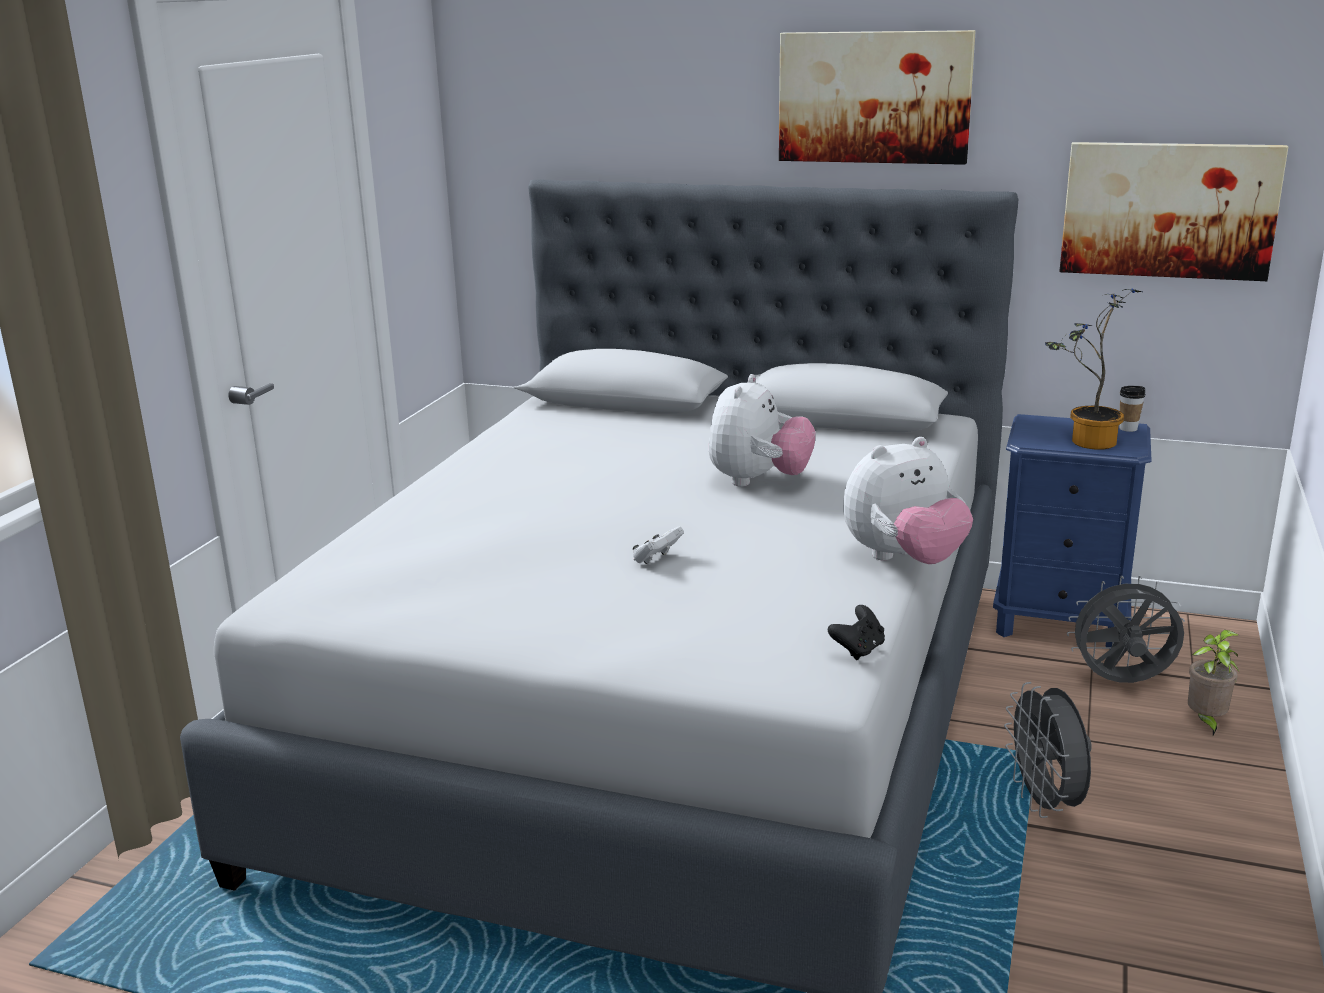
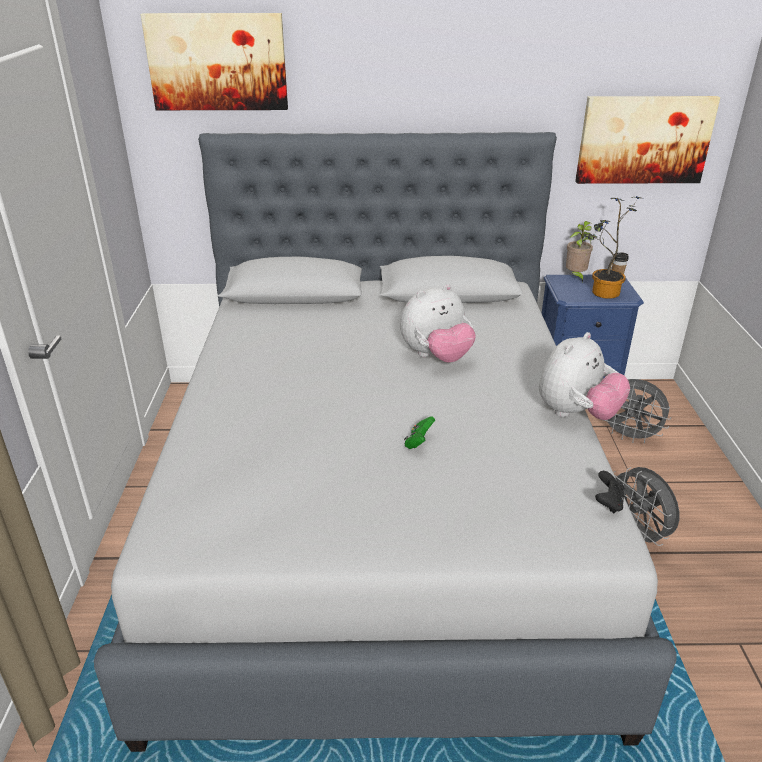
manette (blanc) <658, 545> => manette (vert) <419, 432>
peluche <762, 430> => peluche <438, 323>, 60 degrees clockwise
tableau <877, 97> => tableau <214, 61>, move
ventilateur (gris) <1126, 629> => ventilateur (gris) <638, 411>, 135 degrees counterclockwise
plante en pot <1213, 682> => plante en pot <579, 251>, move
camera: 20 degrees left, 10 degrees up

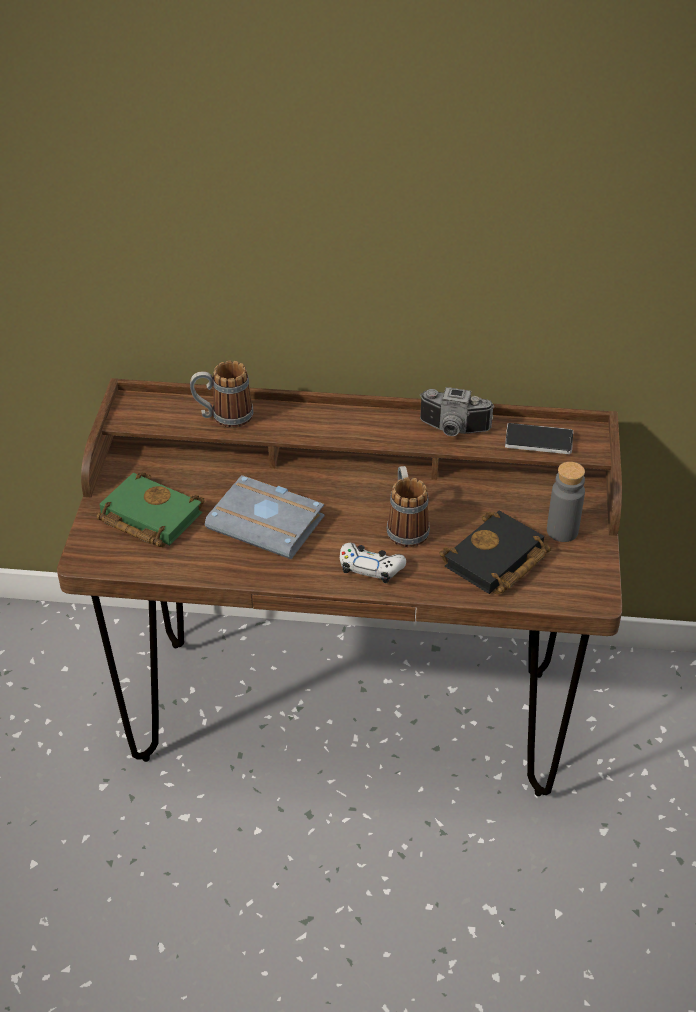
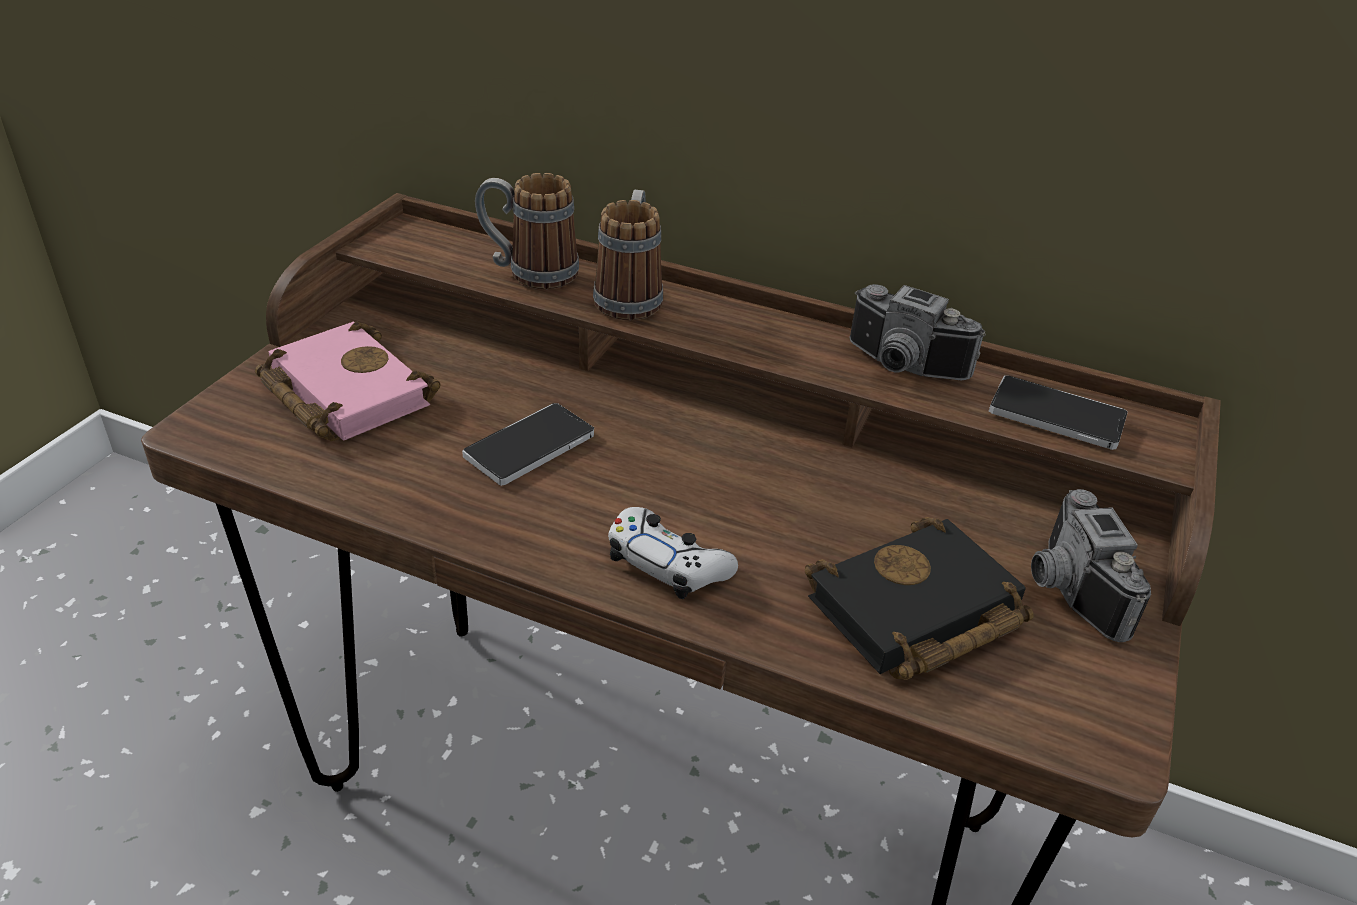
livre (vert) <151, 509> => livre (rose) <348, 381>
livre (gris) <264, 517> => téléphone <528, 444>
mug <408, 506> => mug <628, 255>, move
bouteille (gris) <566, 502> => appareil photo <1091, 565>
camera: 15 degrees right, 5 degrees down

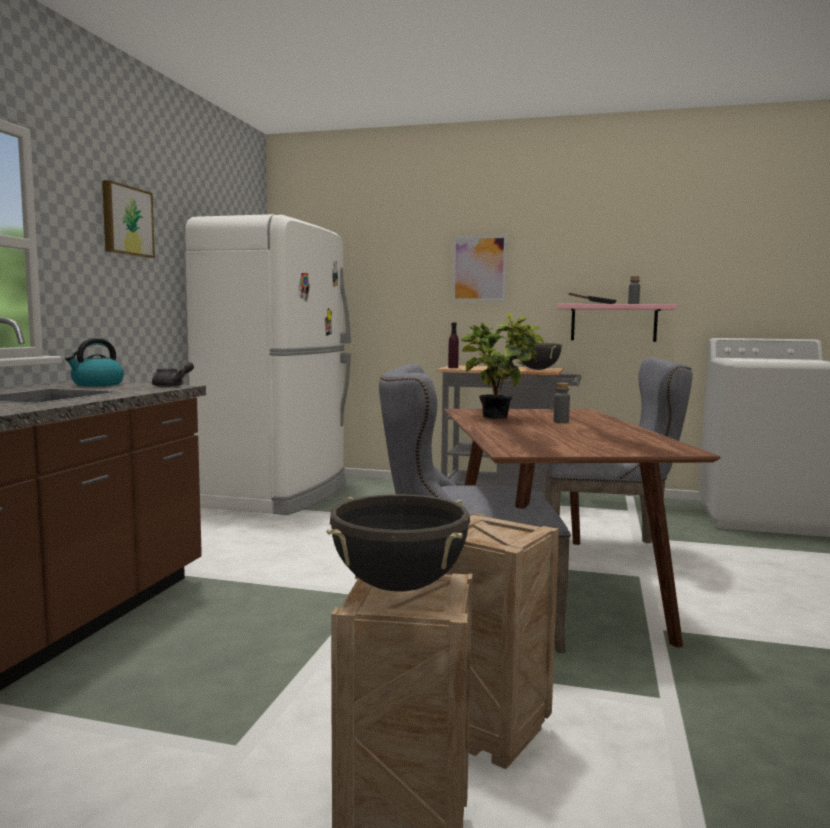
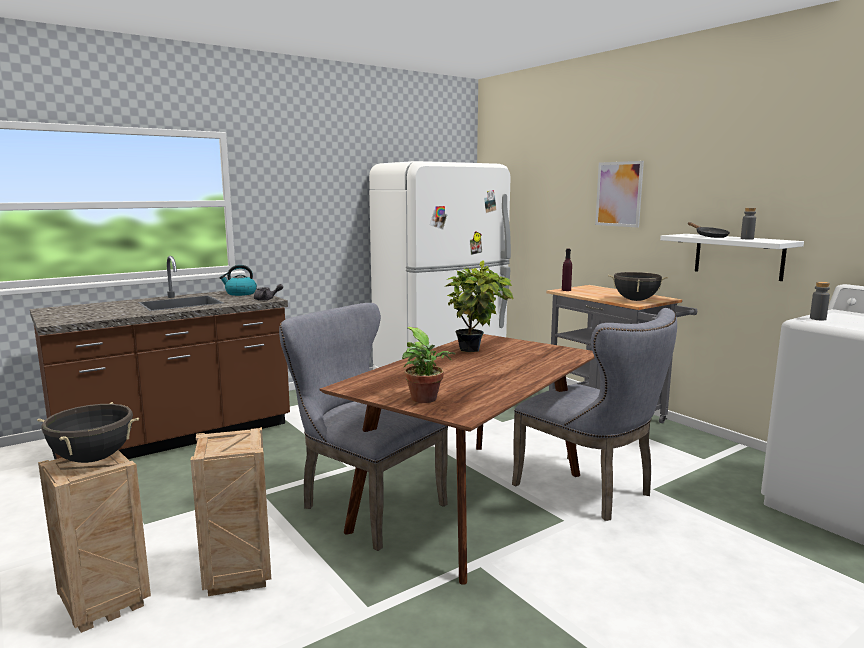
tableau <128, 219> => nothing
bouteille (gris) <562, 403> => bouteille (gris) <820, 301>, move
étagère (rose) <617, 323> => étagère (blanc) <732, 257>
nothing => plante en pot <429, 365>
camera: 40 degrees right, 5 degrees up

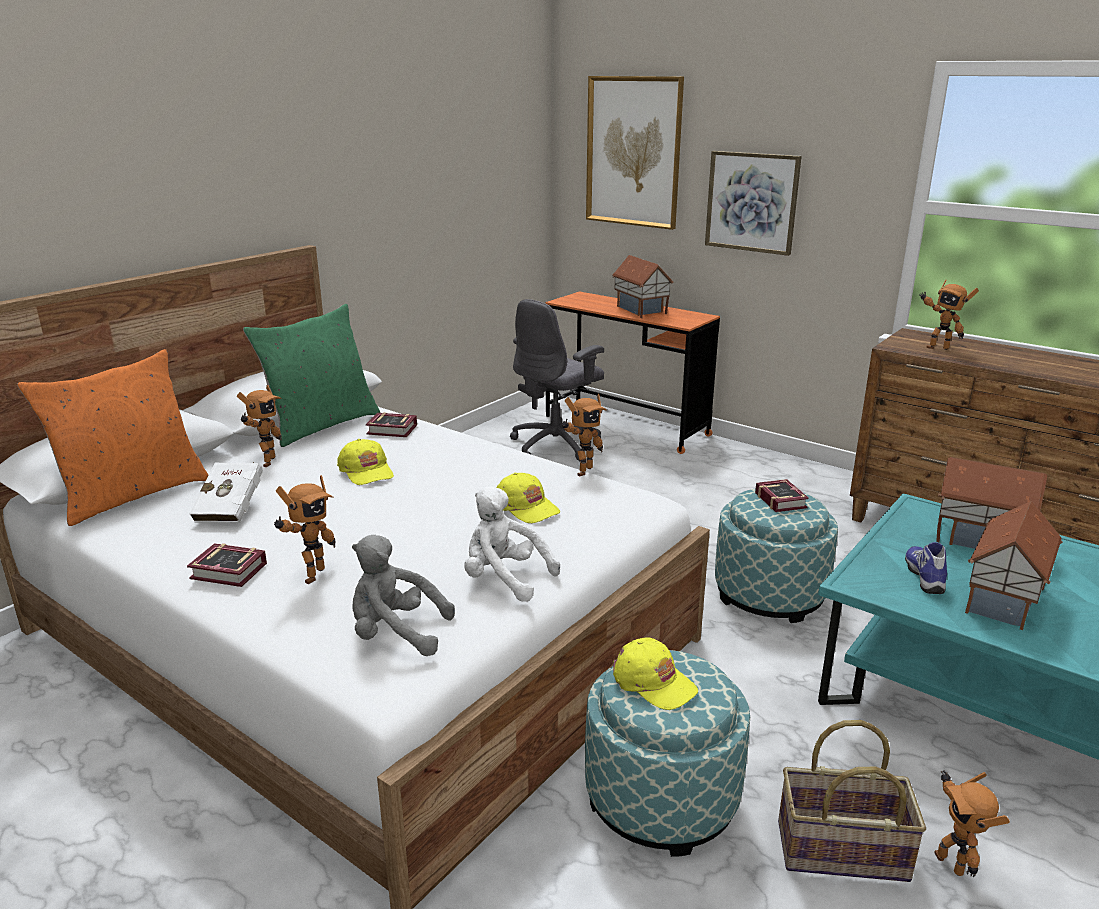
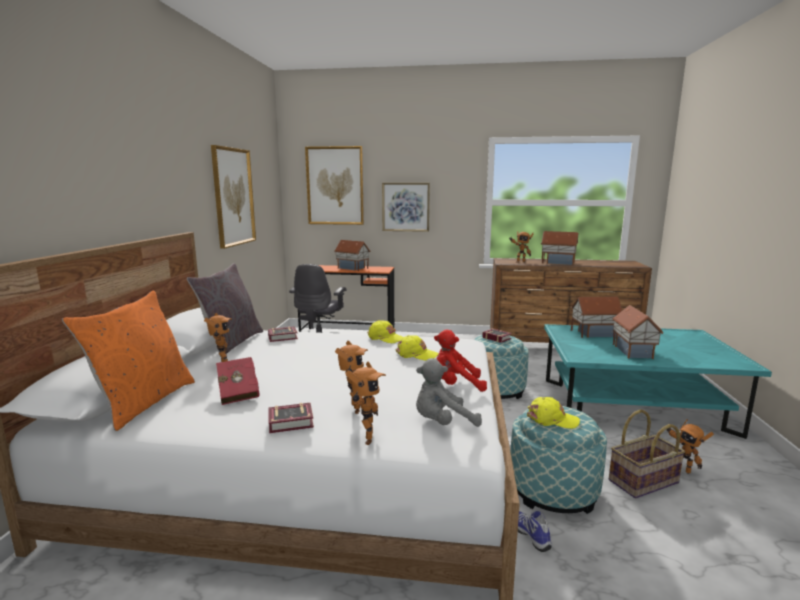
livre (blanc) <226, 492> => livre (rouge) <238, 381>
coussin (vert) <311, 375> => coussin (gris) <225, 310>
casquette (jaune) <365, 462> => casquette (jaune) <385, 331>, move
peluche (blanc) <512, 544> => peluche (rouge) <460, 361>
robot jouet <584, 435> => robot jouet <365, 403>, move
chaussure <926, 568> => chaussure <535, 531>, move
nothing => tableau <233, 197>
nothing => maison miniature <559, 248>
camera: 30 degrees left, 10 degrees down

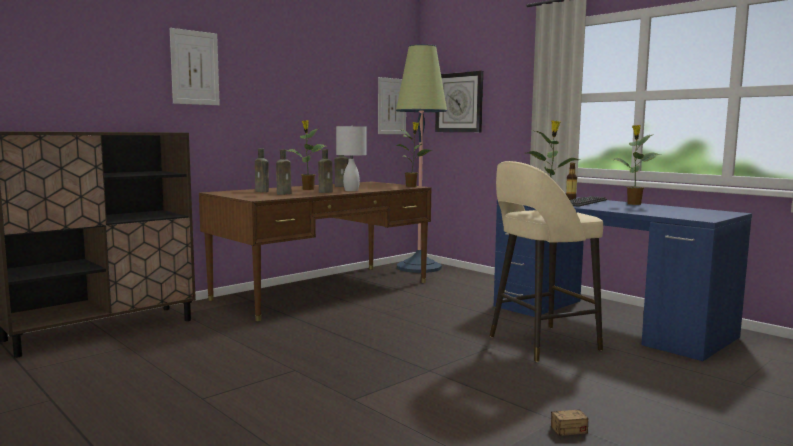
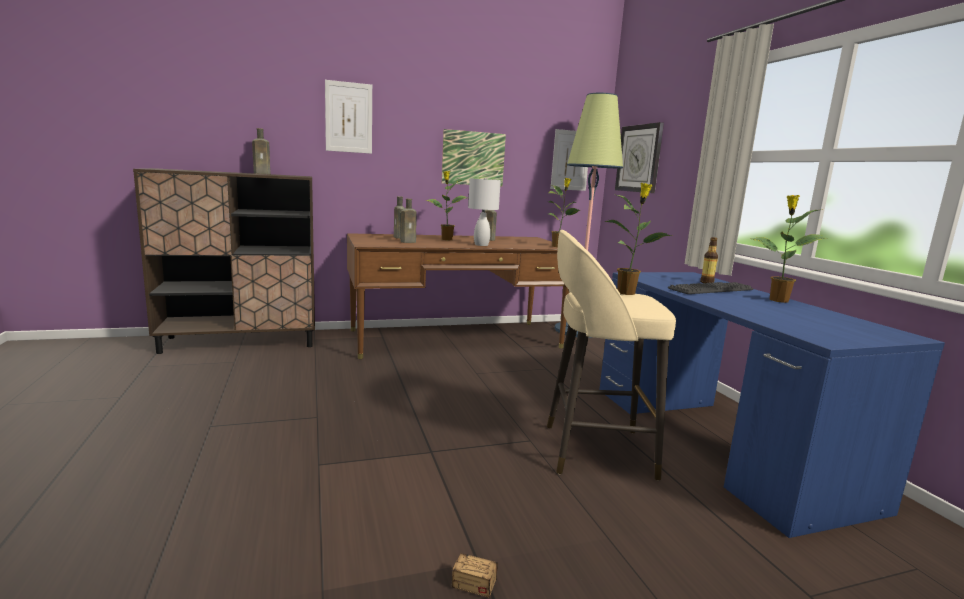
bouteille (marron) <325, 171> => bouteille (marron) <261, 151>, move
nothing => tableau <473, 157>
camera: 25 degrees right, 5 degrees up

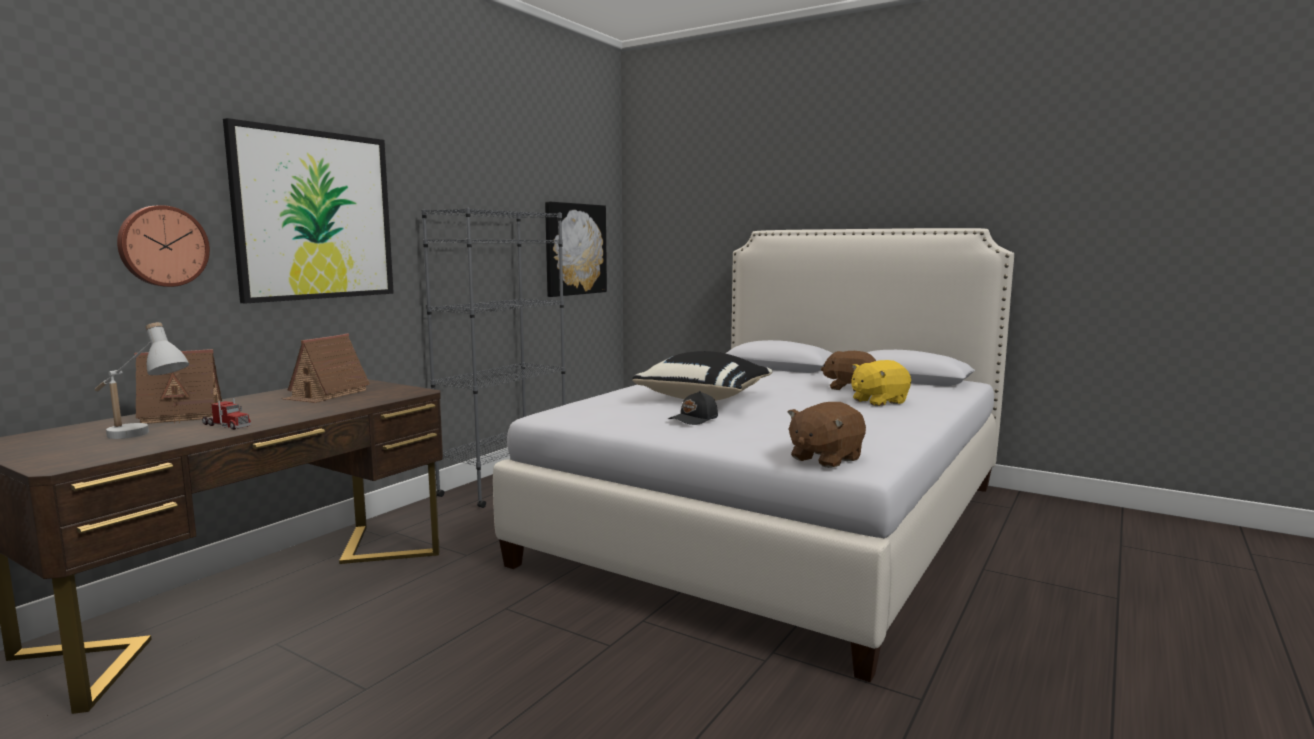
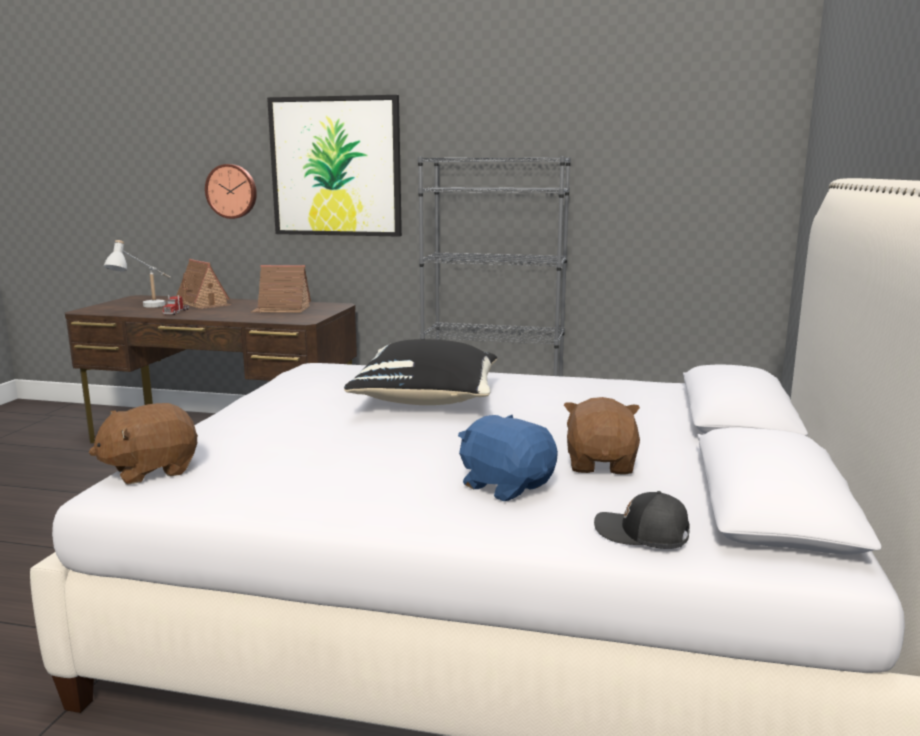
tableau <576, 249> => nothing
casquette (noir) <693, 408> => casquette (noir) <642, 520>, move
peluche (marron) <827, 435> => peluche (marron) <143, 443>, 60 degrees counterclockwise
peluche (jaune) <881, 383> => peluche (bleu) <508, 458>
camera: 70 degrees right, 5 degrees up

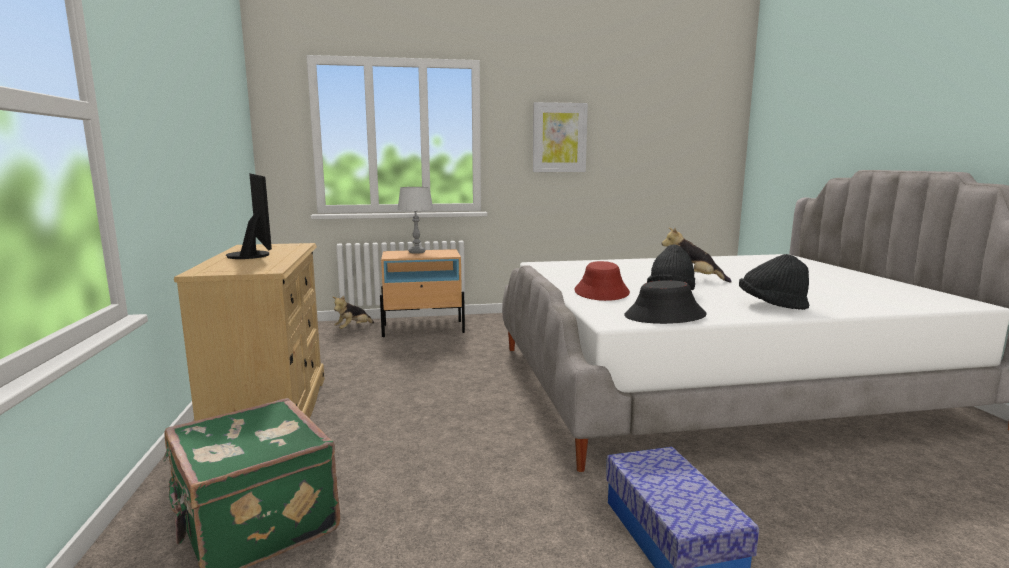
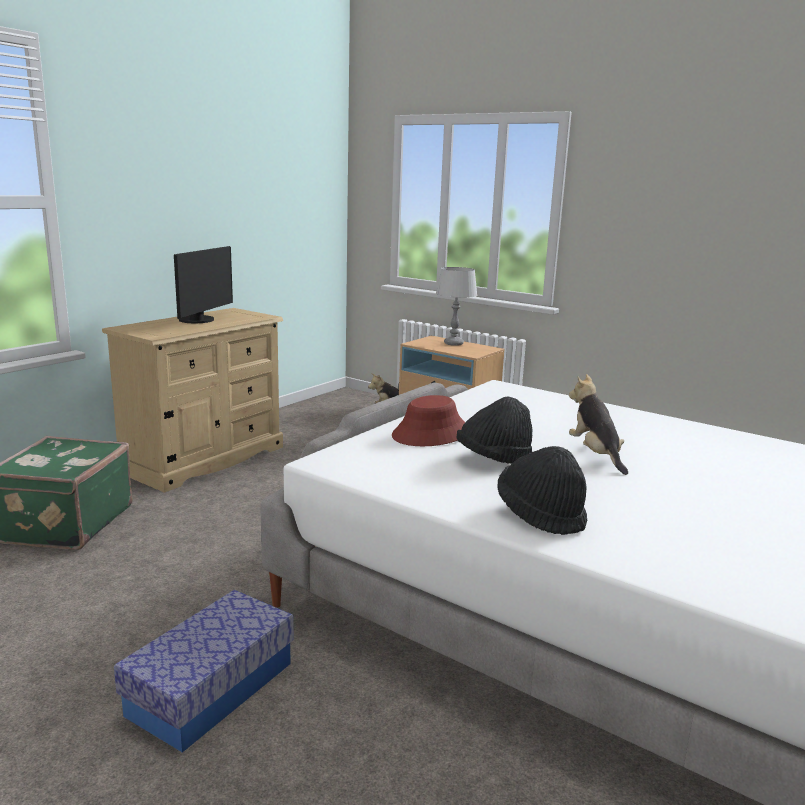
tableau <560, 137> => nothing
chapeau (noir) <665, 302> => nothing
camera: 45 degrees right, 5 degrees up

